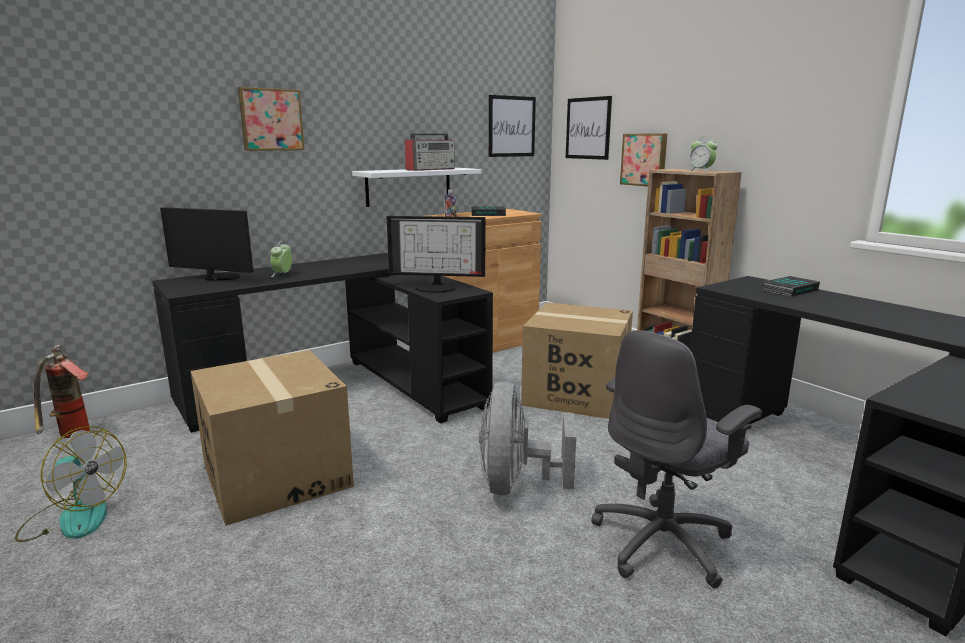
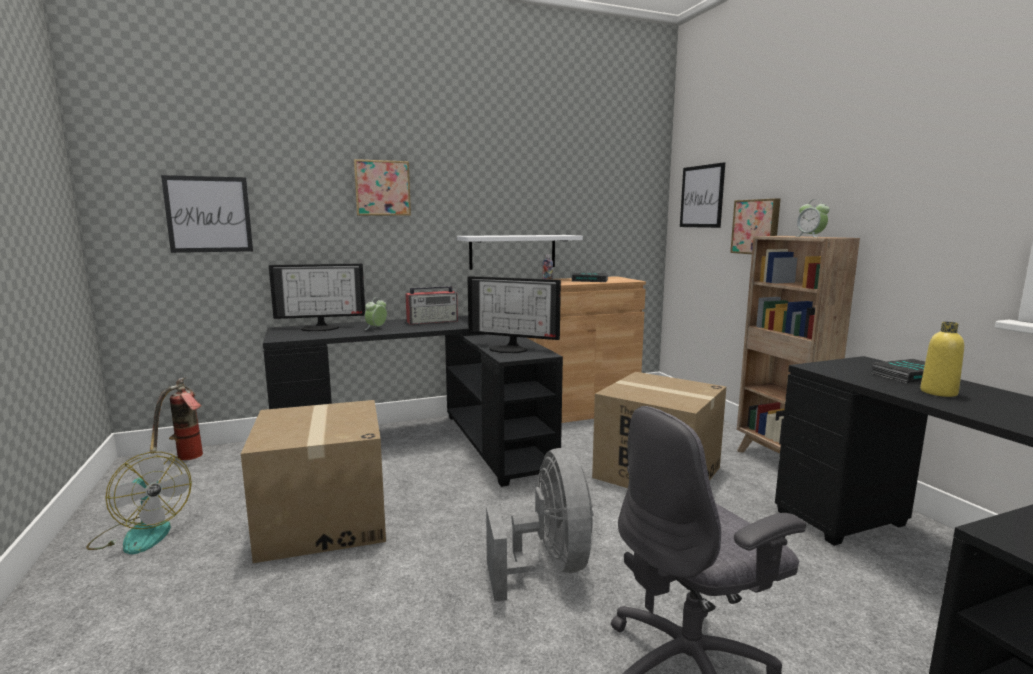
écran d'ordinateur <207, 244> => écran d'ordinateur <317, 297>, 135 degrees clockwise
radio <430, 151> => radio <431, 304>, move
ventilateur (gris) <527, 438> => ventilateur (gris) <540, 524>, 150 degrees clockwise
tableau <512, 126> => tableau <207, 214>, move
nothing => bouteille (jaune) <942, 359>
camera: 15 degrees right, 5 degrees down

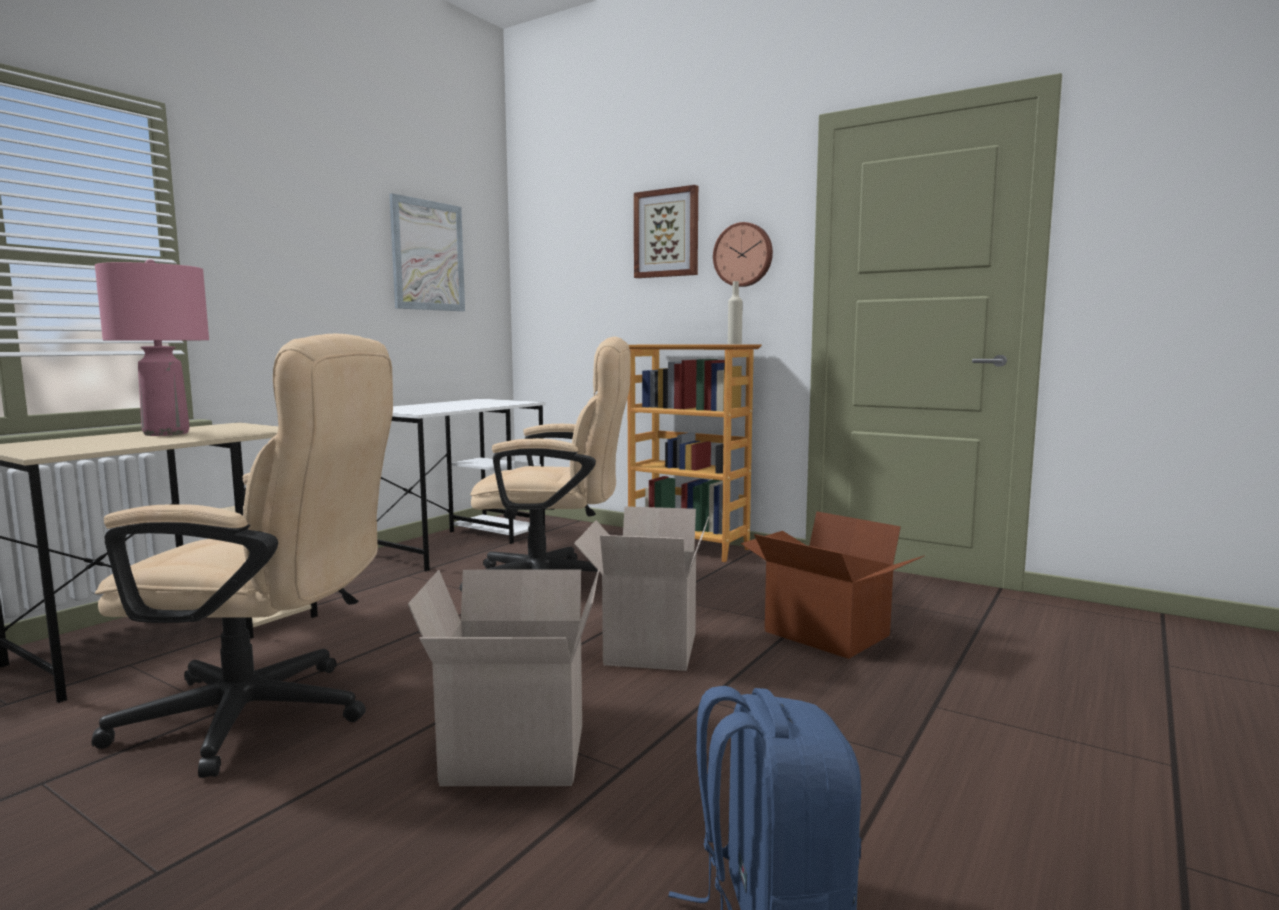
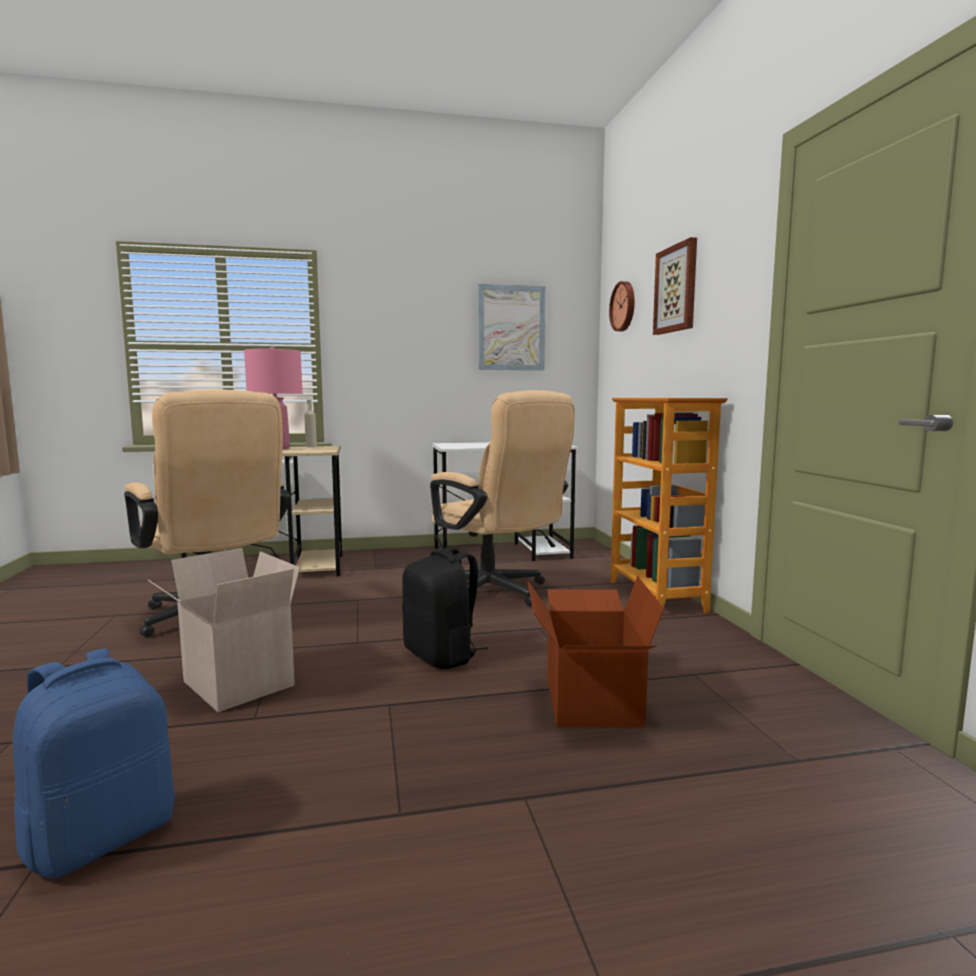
carton <641, 588> => sac à dos (noir) <445, 608>
horloge murale <743, 254> => horloge murale <622, 306>, move
bouteille (beige) <735, 312> => bouteille (beige) <310, 423>, move
camera: 45 degrees right, 0 degrees up

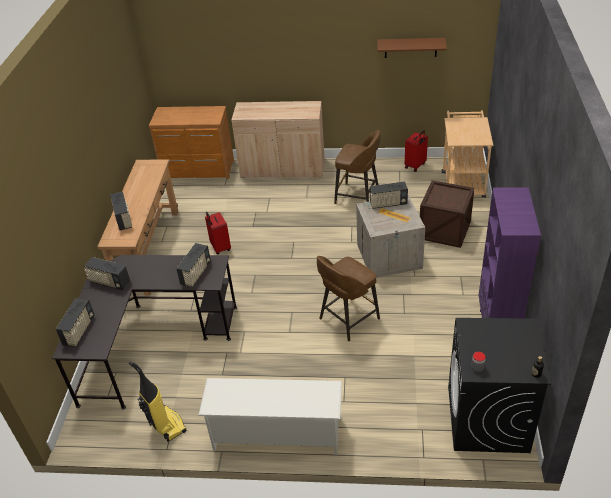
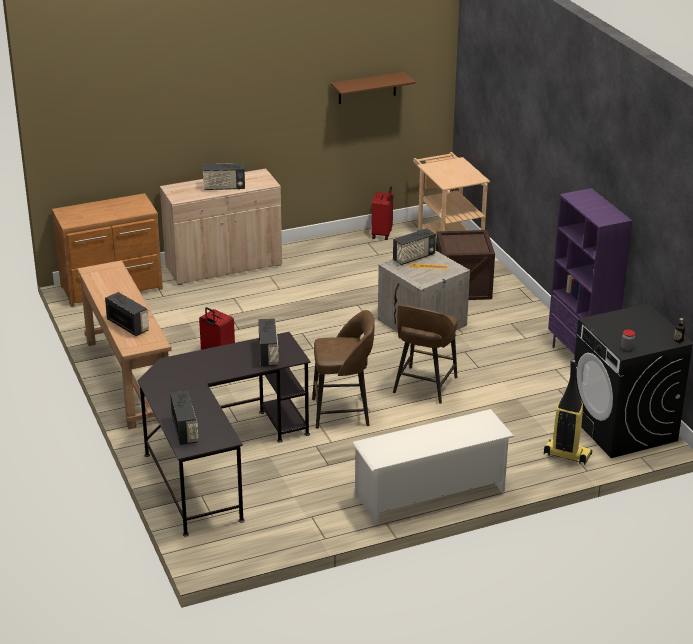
radio <107, 273> => radio <224, 176>, move
aspirateur <158, 401> => aspirateur <568, 412>, move
tabouret (marron) <357, 167> => tabouret (marron) <343, 369>, move
camera: 30 degrees left, 10 degrees down

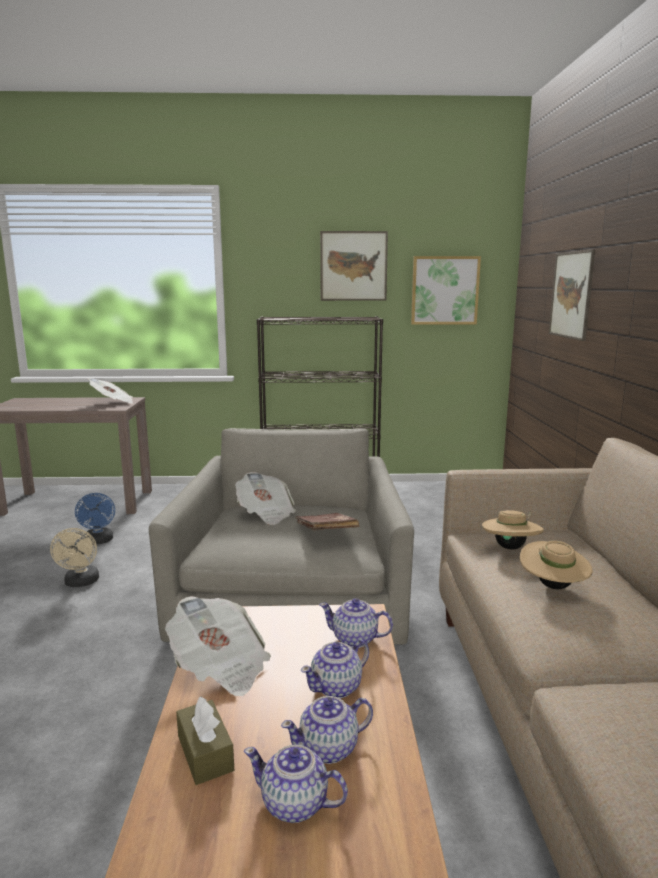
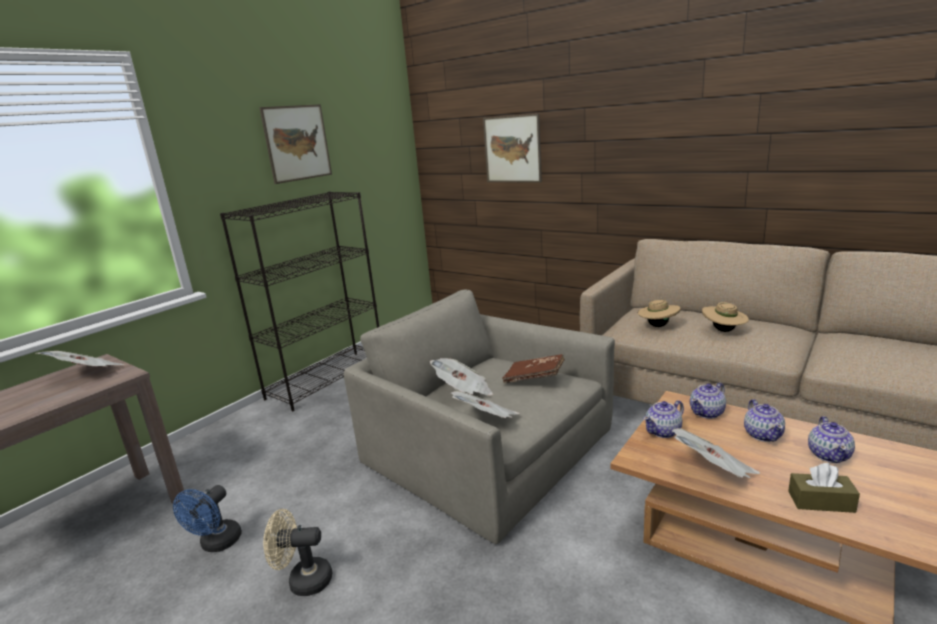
ventilateur (beige) <74, 557> => ventilateur (beige) <298, 552>, 150 degrees clockwise
ventilateur (bleu) <95, 519> => ventilateur (bleu) <207, 518>, 90 degrees clockwise
théière <296, 784> => théière <663, 419>, move
tableau <446, 290> => nothing
nothing => journal <485, 404>
camera: 50 degrees left, 5 degrees up

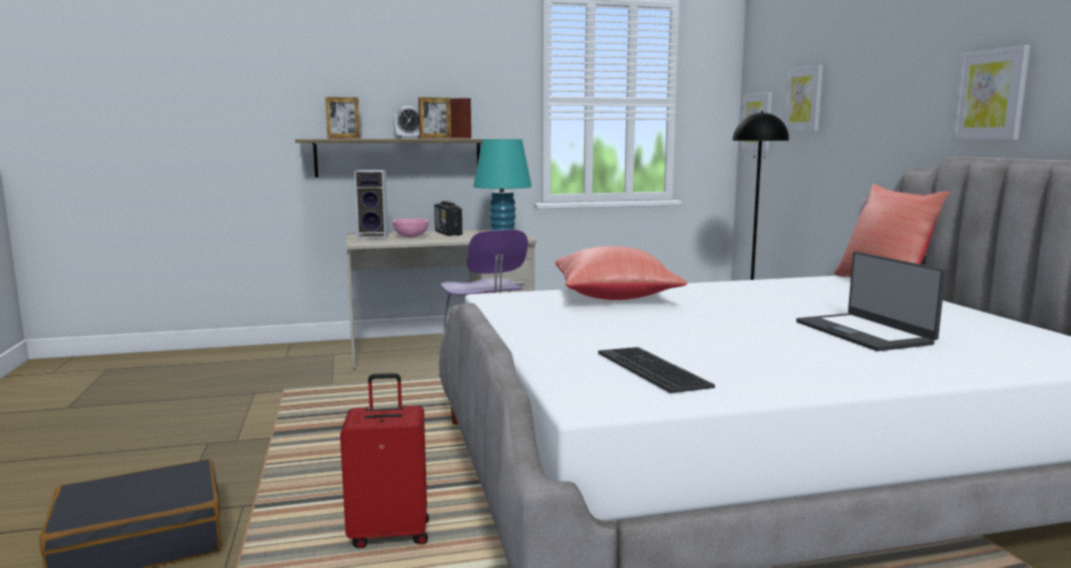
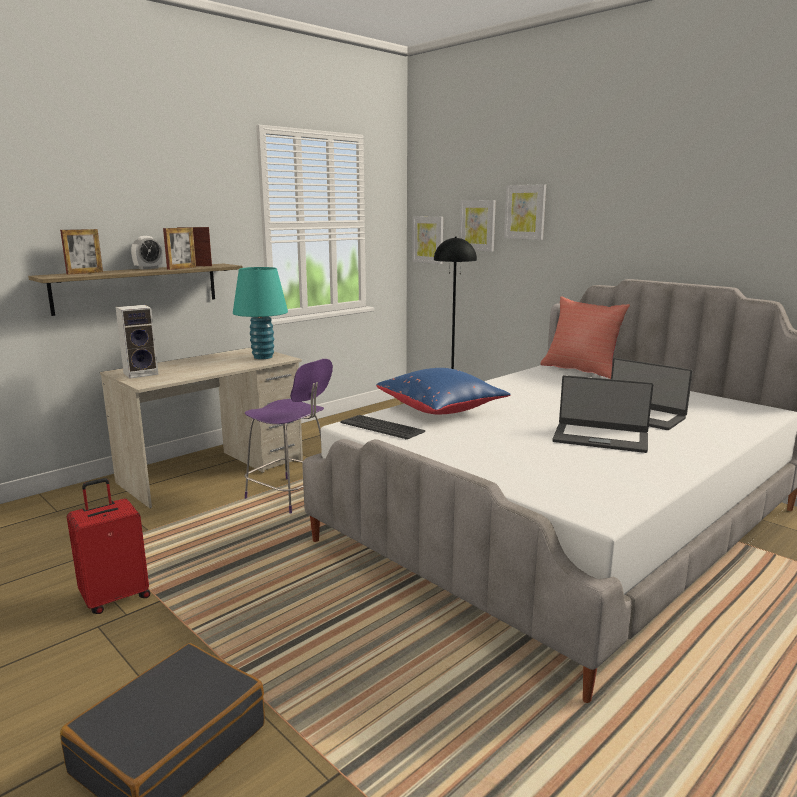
valise (rouge) <384, 460> => valise (rouge) <108, 546>, move
bol (rose) <410, 228> => nothing
radio <448, 218> => nothing
coussin (rouge) <621, 273> => coussin (bleu) <443, 391>
clavier <656, 370> => clavier <382, 427>, move
tableau <991, 92> => tableau <525, 212>, move
nothing => ordinateur portable <602, 414>
camera: 30 degrees left, 5 degrees up

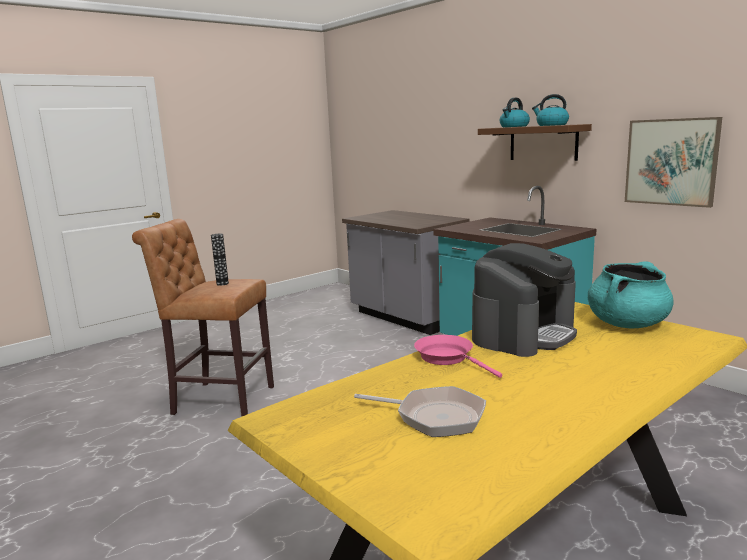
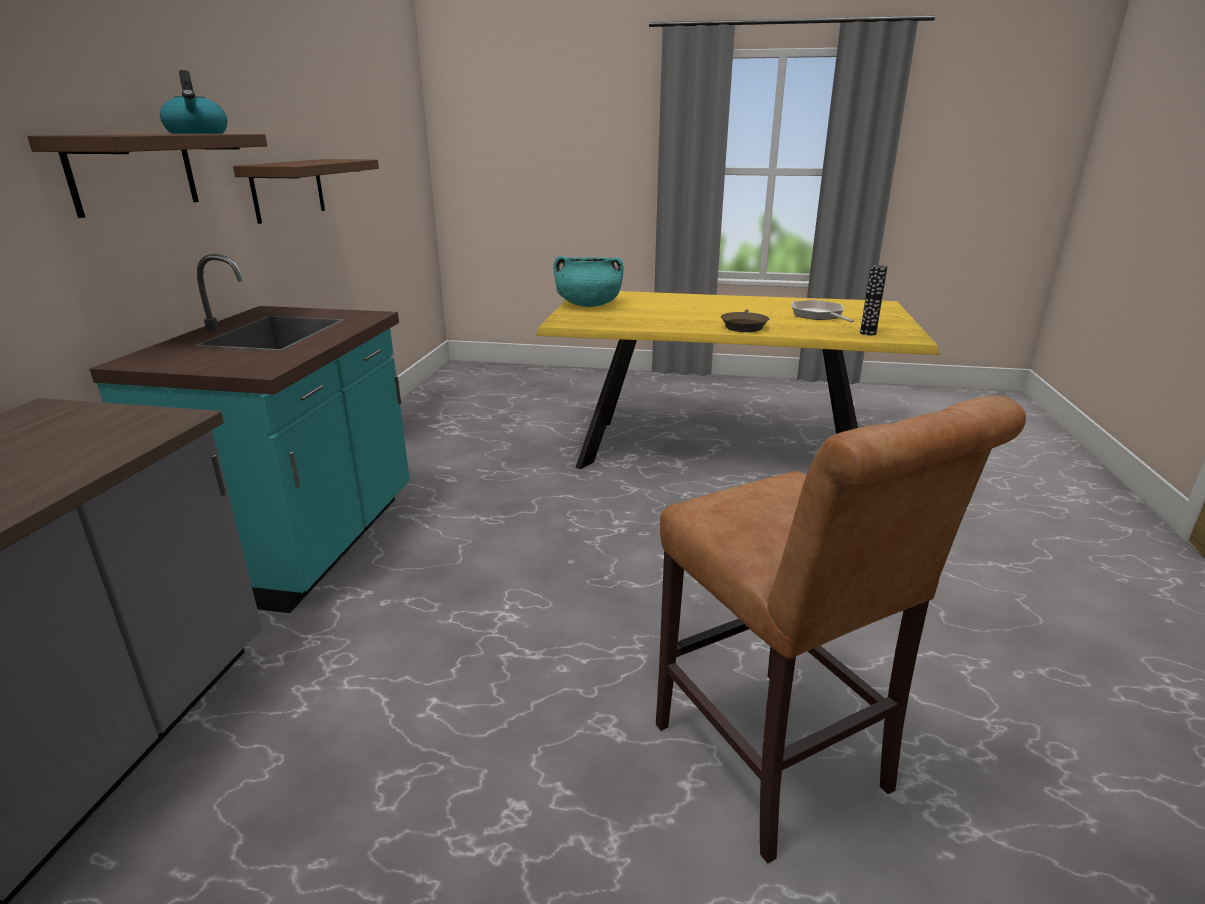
vase <220, 260> => vase <873, 300>, move
poêle (rose) <458, 356> => poêle (marron) <745, 320>
machine à café <524, 300> => nothing
bouilloire <514, 112> => nothing
tableau <673, 162> => étagère (marron) <306, 191>
camera: 130 degrees left, 10 degrees up

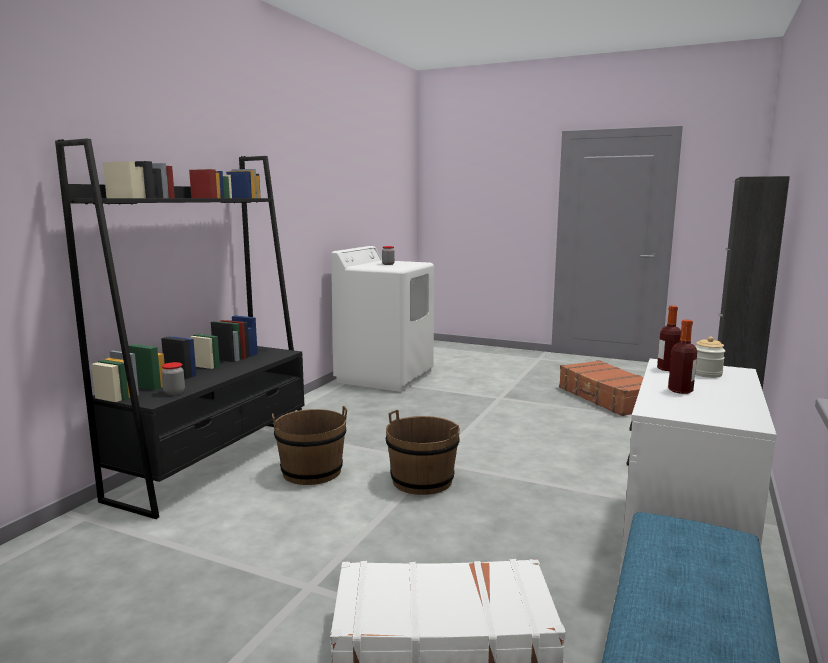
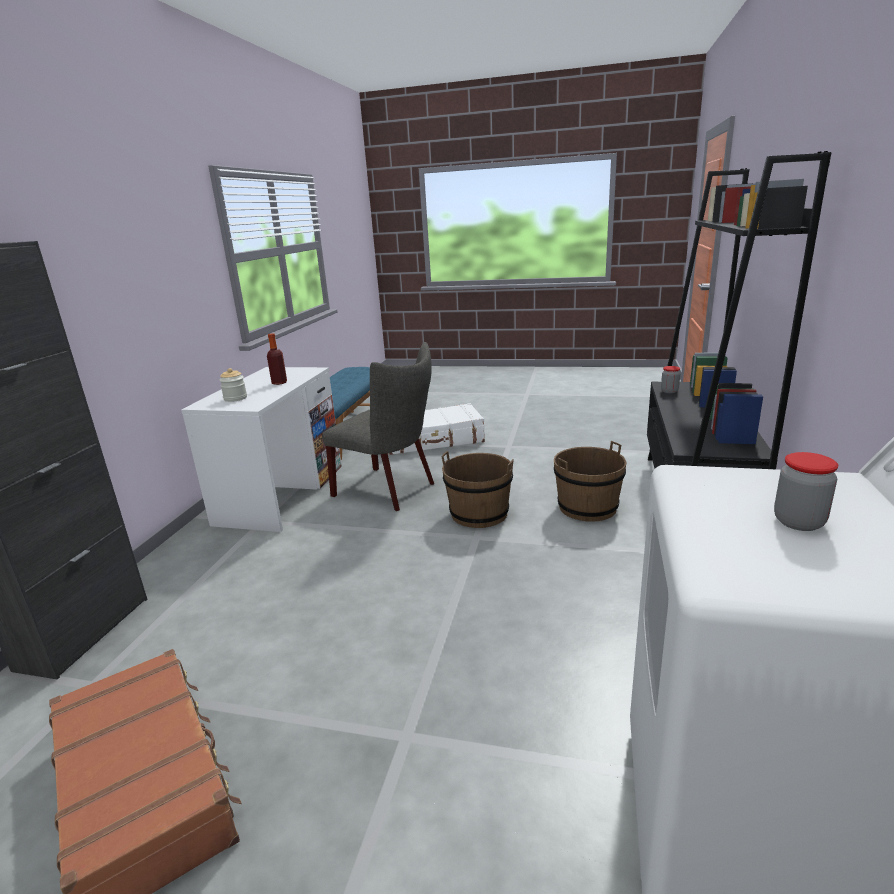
bouteille <669, 338> => nothing
nothing => chaise (gris) <378, 426>
camera: 170 degrees right, 10 degrees up

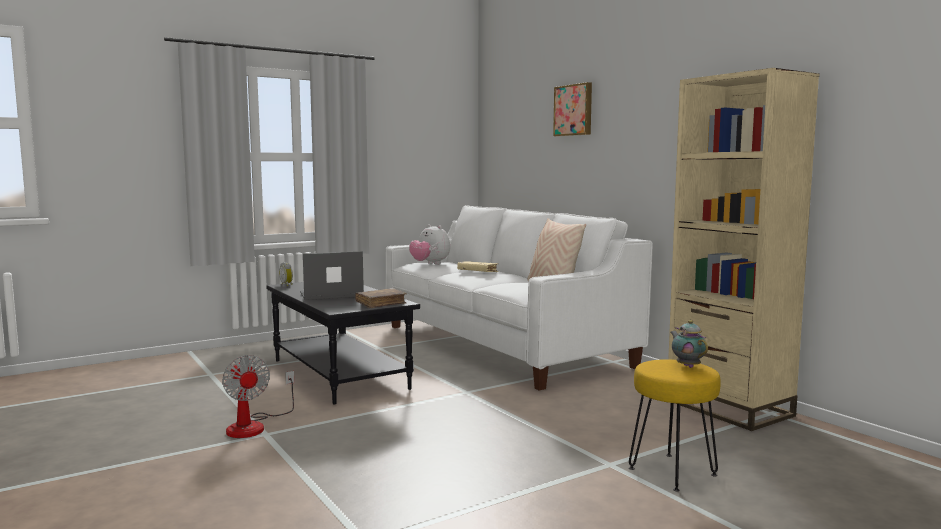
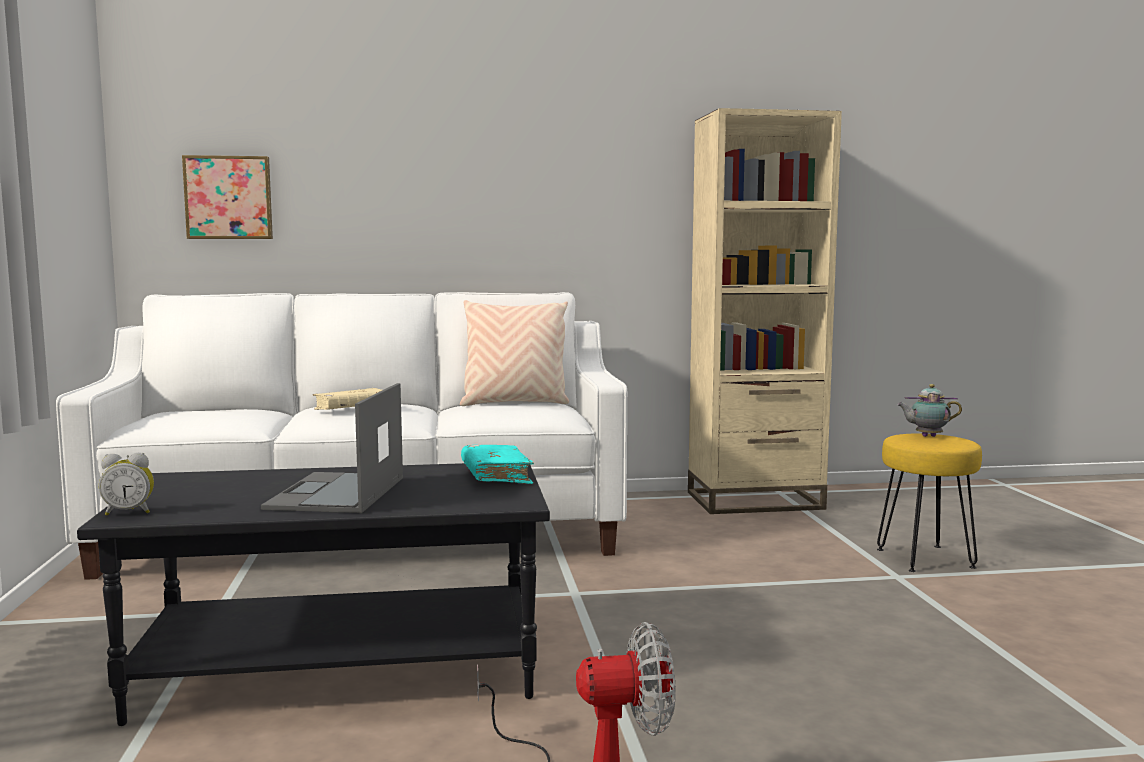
livre (marron) <381, 298> => livre (turquoise) <497, 464>
peluche <429, 244> => nothing
tableau <572, 109> => tableau <227, 197>, move
camera: 65 degrees left, 0 degrees up

